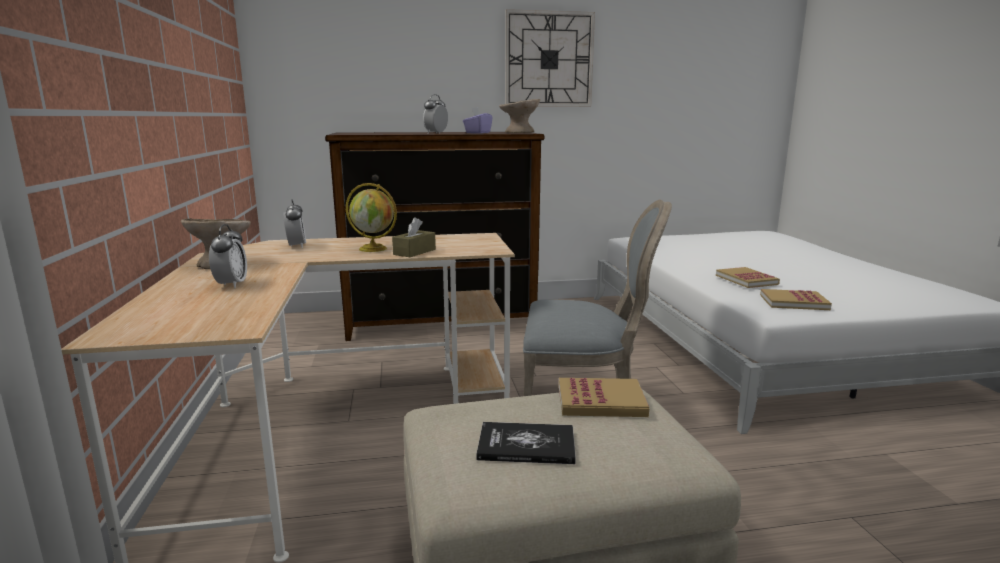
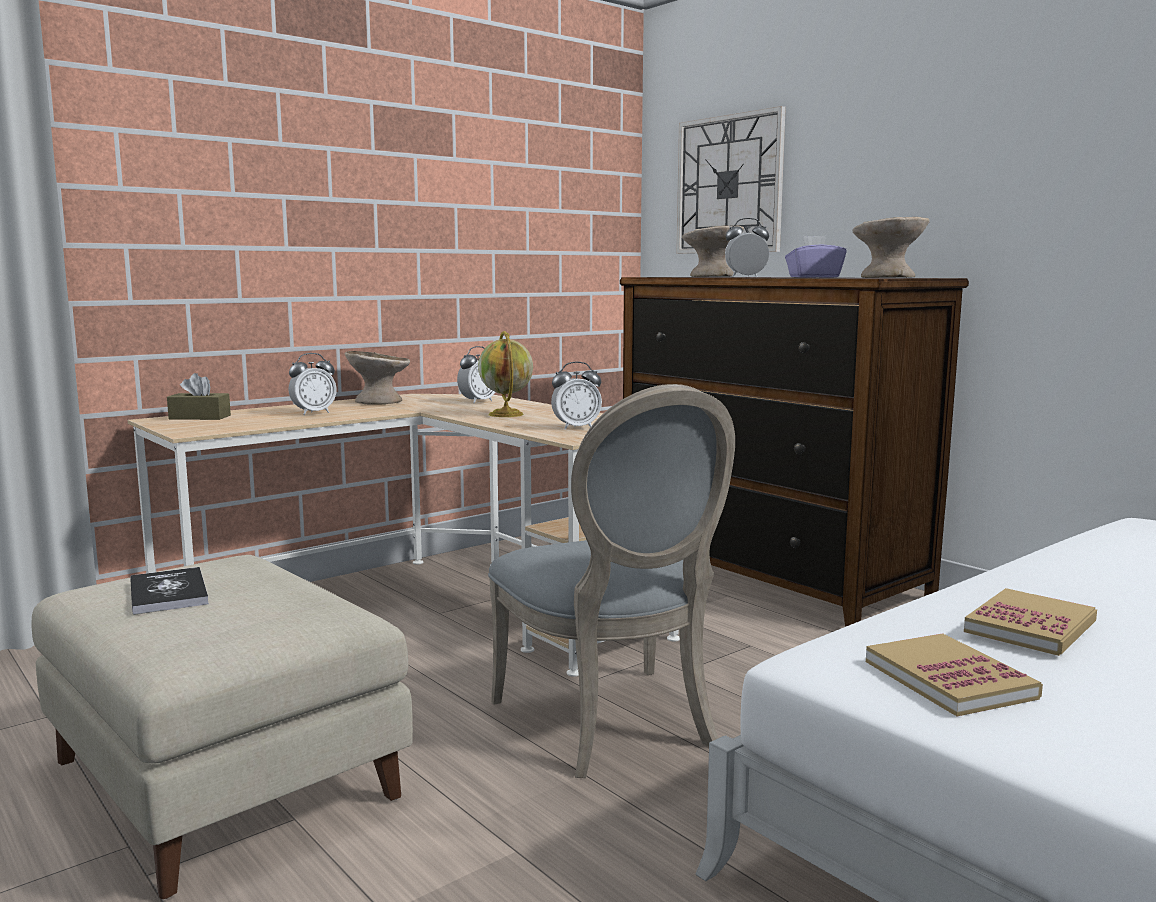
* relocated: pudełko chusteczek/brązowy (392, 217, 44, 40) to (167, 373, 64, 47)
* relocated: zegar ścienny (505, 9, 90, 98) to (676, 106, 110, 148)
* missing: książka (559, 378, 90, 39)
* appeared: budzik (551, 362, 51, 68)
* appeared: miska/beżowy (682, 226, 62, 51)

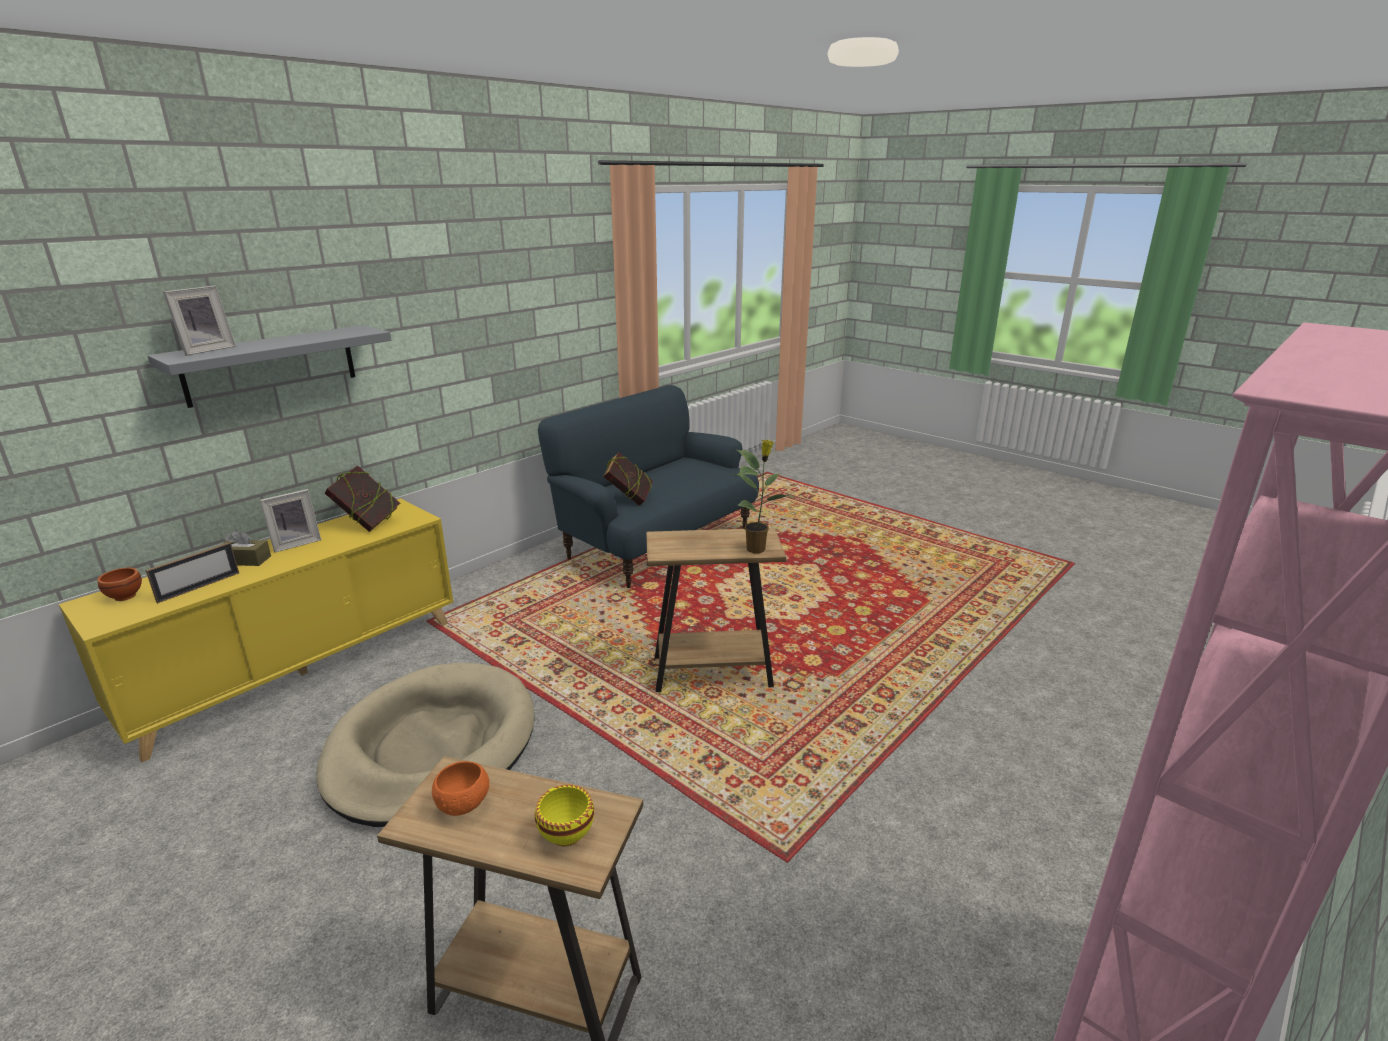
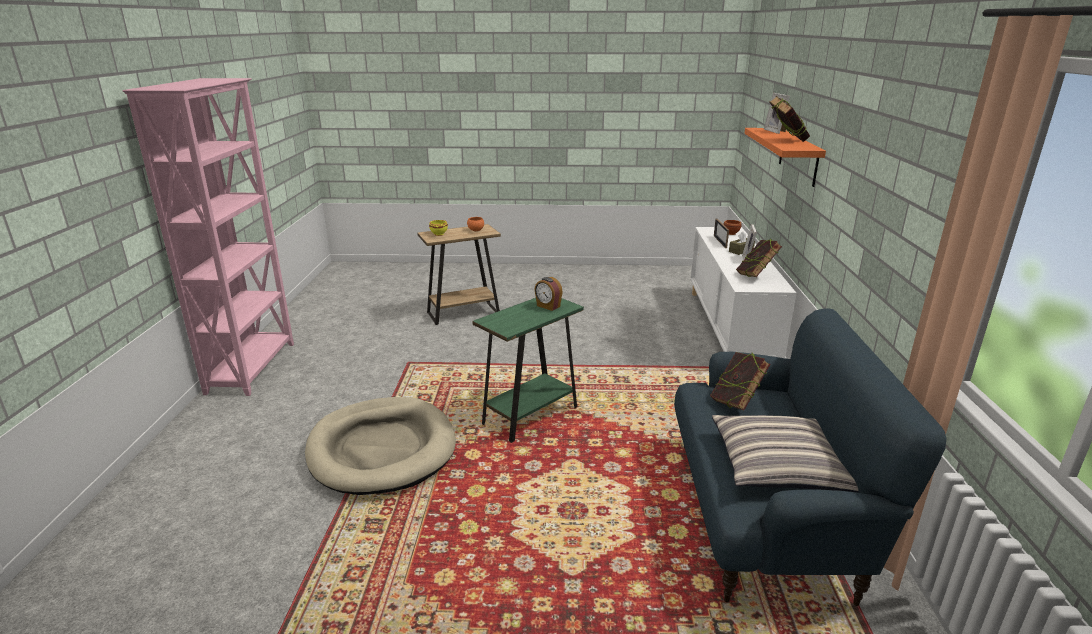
* colour: szafka/żółty (59, 498, 394, 264) to szafka/biały (690, 227, 106, 131)
* colour: półka/szary (147, 325, 244, 83) to półka/pomarańczowy (744, 128, 82, 59)
* relocated: legowisko/beżowy (316, 663, 219, 164) to (305, 397, 151, 98)
* colour: stolik/brązowy (646, 528, 140, 164) to stolik/zielony (472, 298, 112, 145)
* missing: roślina doniczkowa (732, 440, 61, 113)
* appeared: budzik (535, 277, 28, 34)
* appeared: poduszka (712, 415, 146, 77)
* appeared: książka (769, 96, 41, 46)

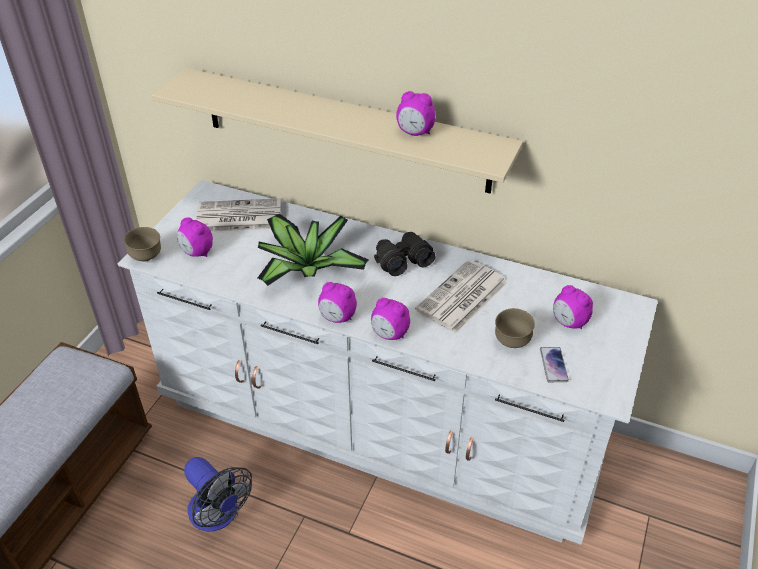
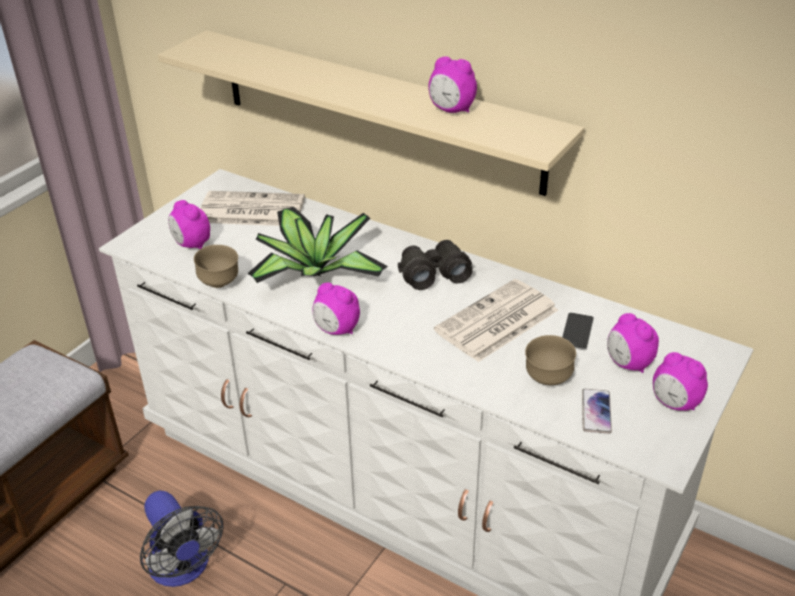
* relocated: miska/brązowy (124, 227, 37, 35) to (194, 245, 44, 43)
* relocated: budzik (371, 298, 39, 42) to (653, 352, 55, 59)
* appeared: telefon (562, 313, 32, 37)

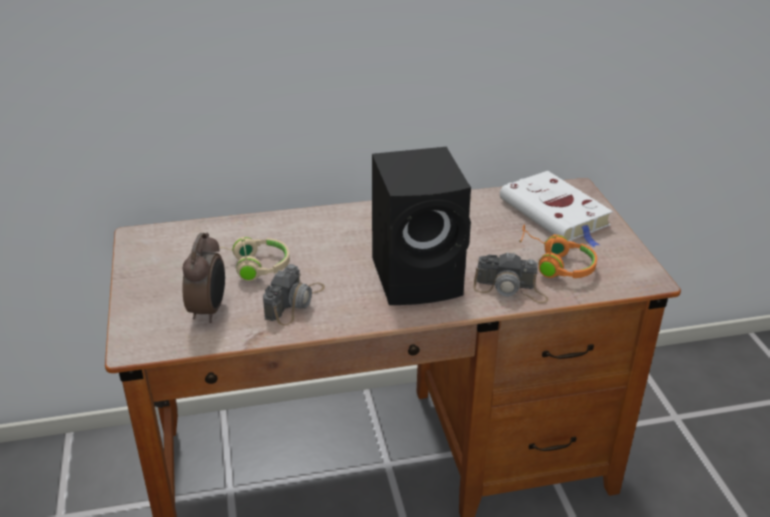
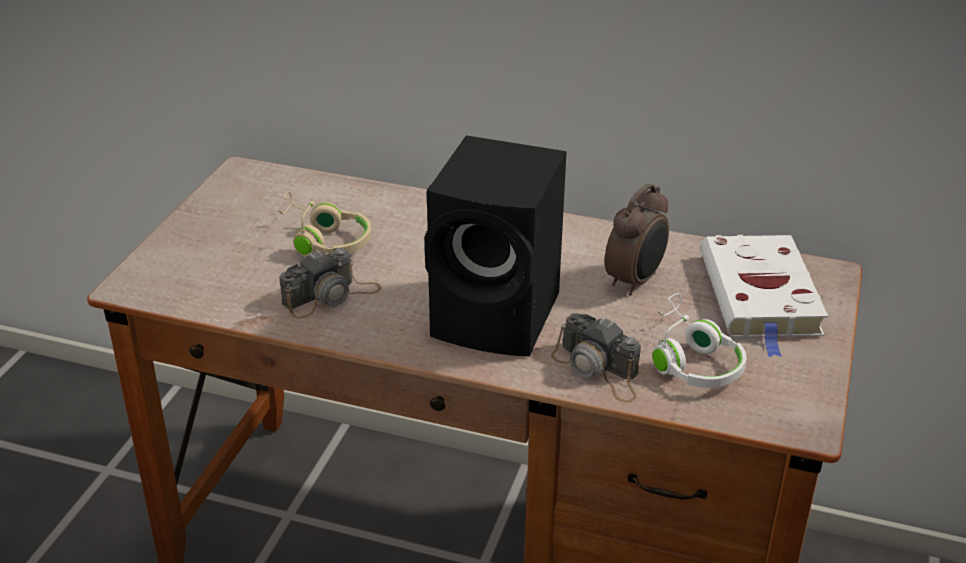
* relocated: budzik (182, 233, 43, 90) to (605, 183, 64, 113)
* colour: słuchawki/pomarańczowy (519, 224, 78, 54) to słuchawki/biały (652, 293, 95, 95)

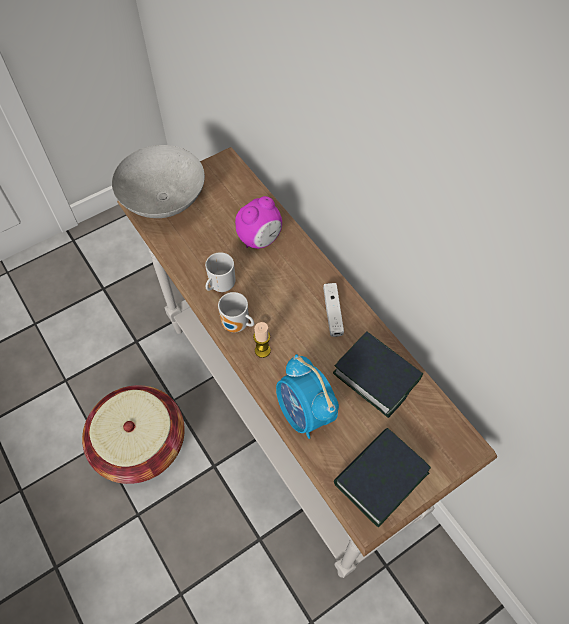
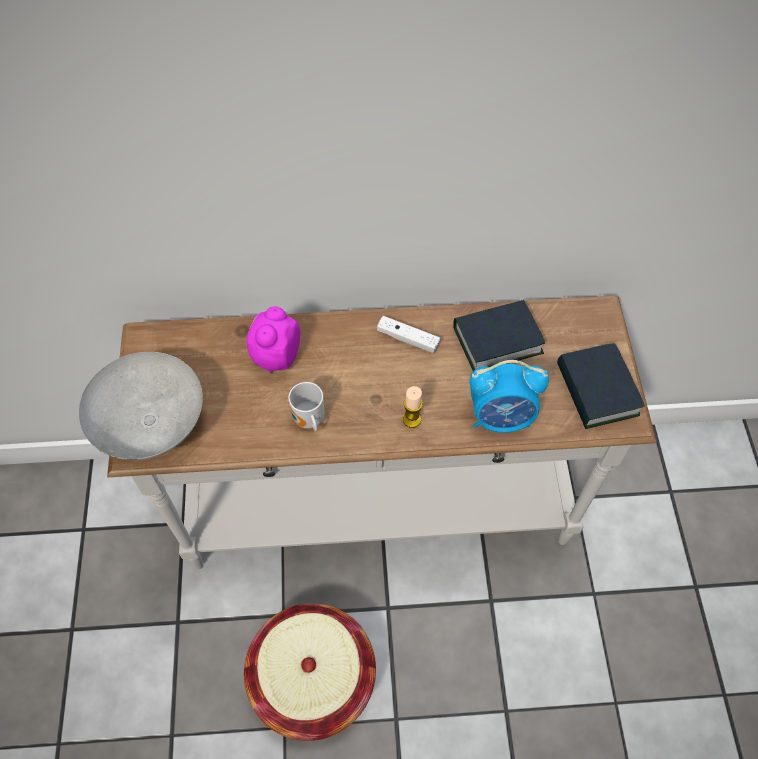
* missing: kubek (218, 292, 36, 41)
* spun: budzik (235, 196, 47, 53) = (246, 306, 54, 68) 150 degrees counterclockwise

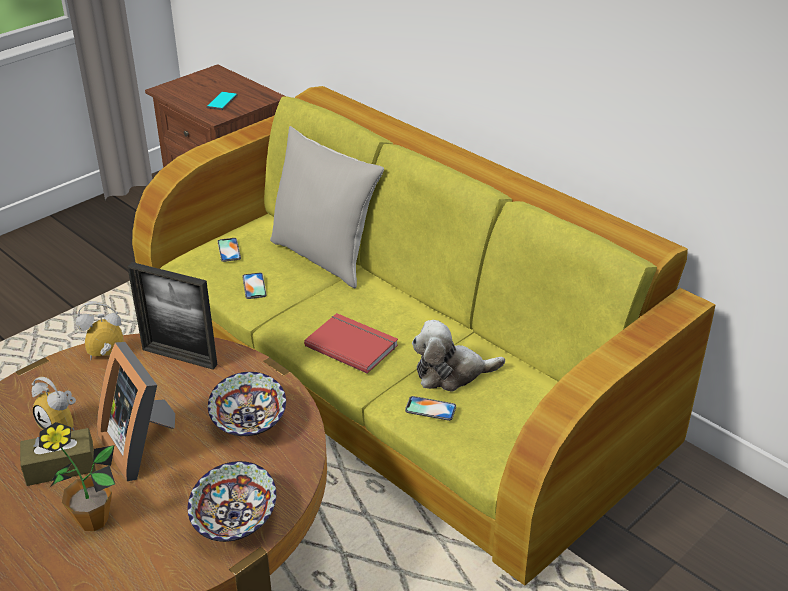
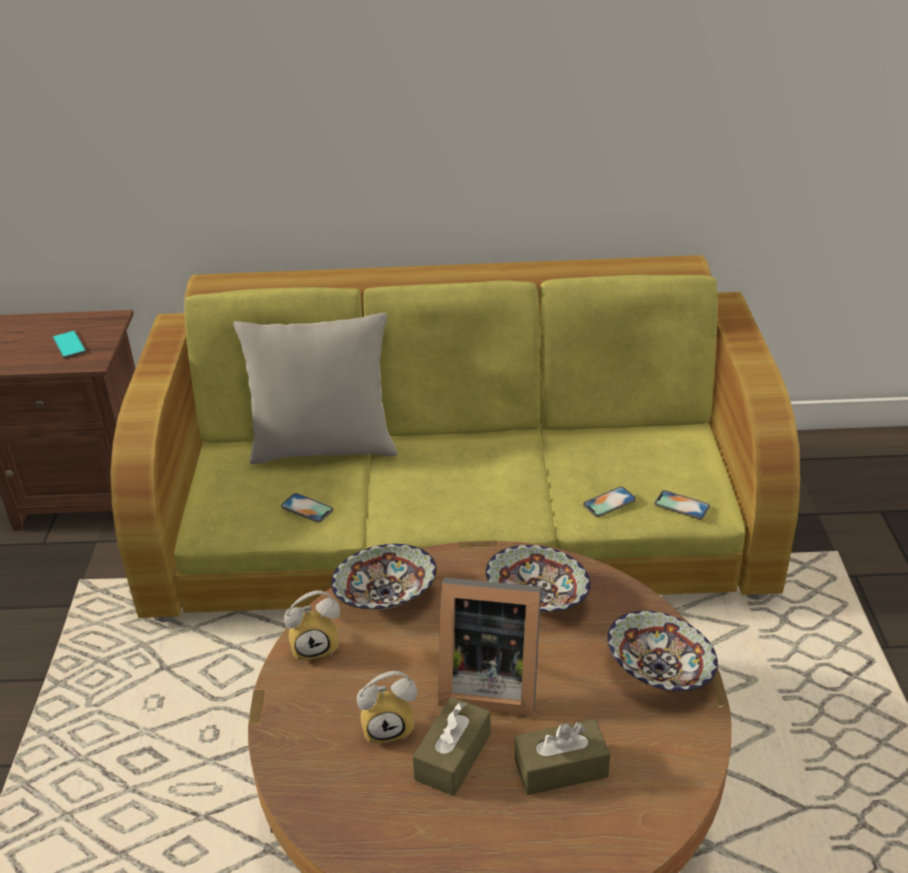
* exchanged: roślina doniczkowa (39, 422, 76, 109) to pudełko chusteczek/brązowy (515, 719, 95, 76)
* spun: budzik (76, 301, 48, 58) = (284, 590, 56, 72) 135 degrees counterclockwise
* exchanged: ramka na zdjęcie (127, 262, 90, 108) to miska (331, 544, 106, 66)
* relocated: telefon (218, 238, 23, 24) to (655, 490, 55, 29)
* missing: książka/czerwony (304, 313, 94, 61)
* missing: pluszak (412, 320, 93, 72)

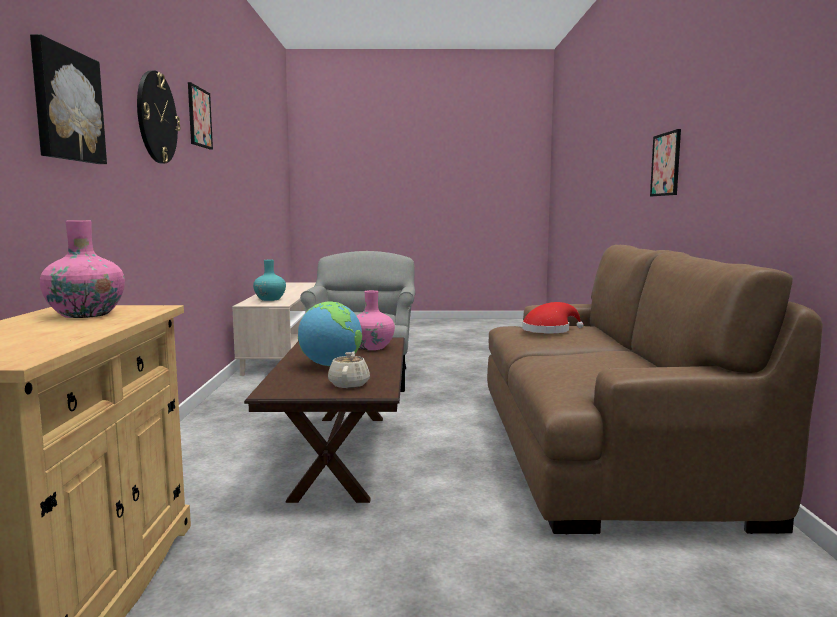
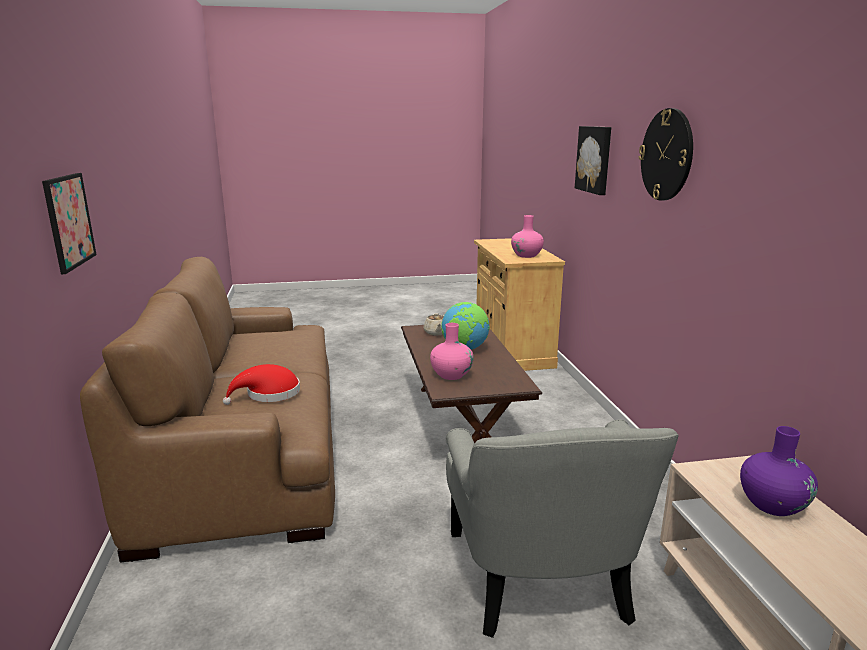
* missing: obraz (188, 82, 25, 68)
* colour: wazon/turkusowy (253, 260, 33, 41) to wazon/fioletowy (740, 426, 78, 90)

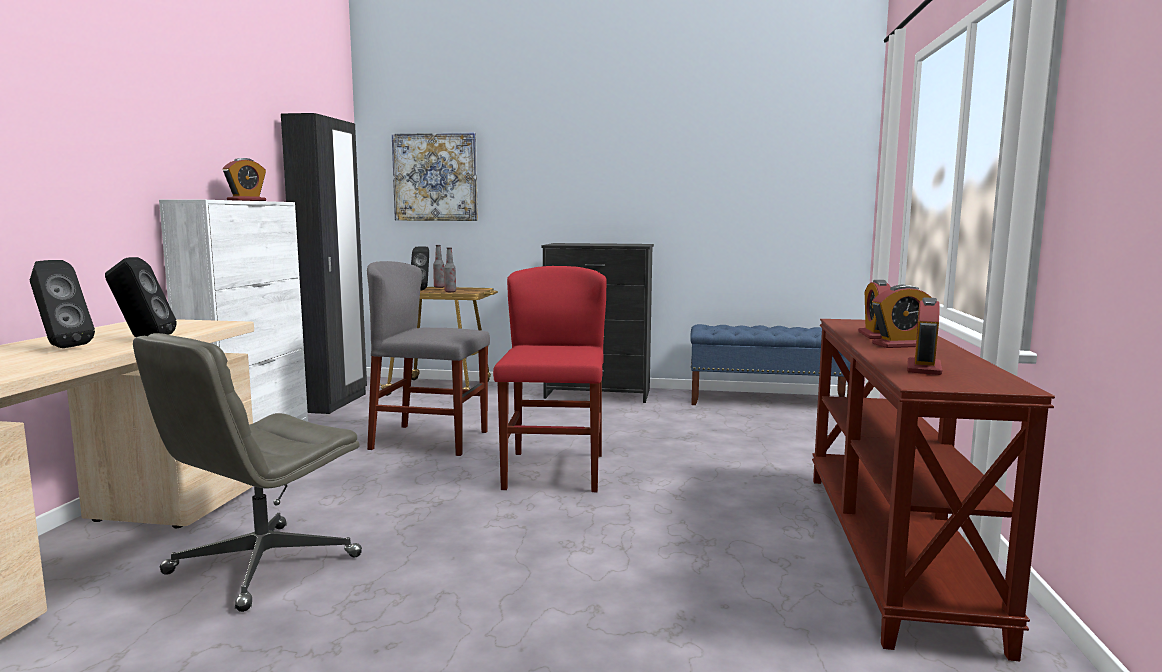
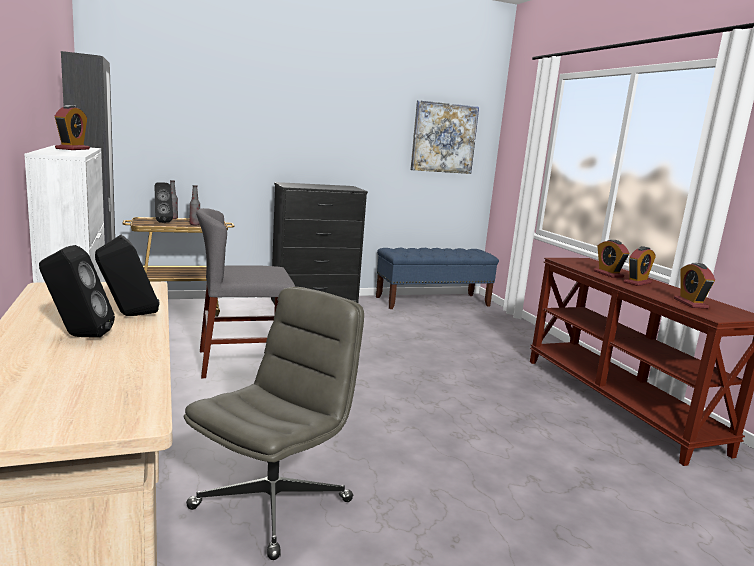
* spun: krzesło biurowe/szary (133, 333, 229, 279) = (184, 287, 180, 273) 150 degrees counterclockwise
* relocated: obraz (392, 133, 86, 88) to (410, 100, 69, 74)
* missing: krzesło/czerwony (493, 266, 114, 226)

